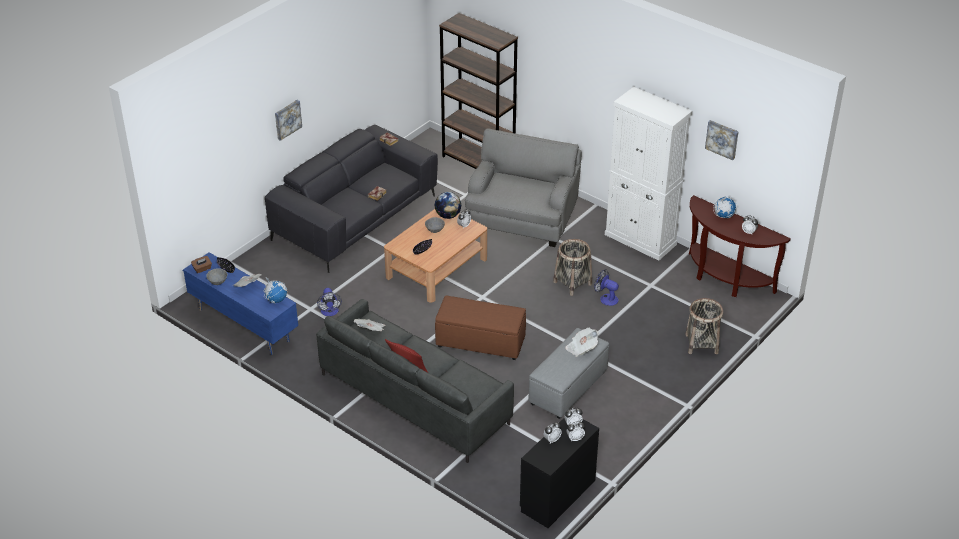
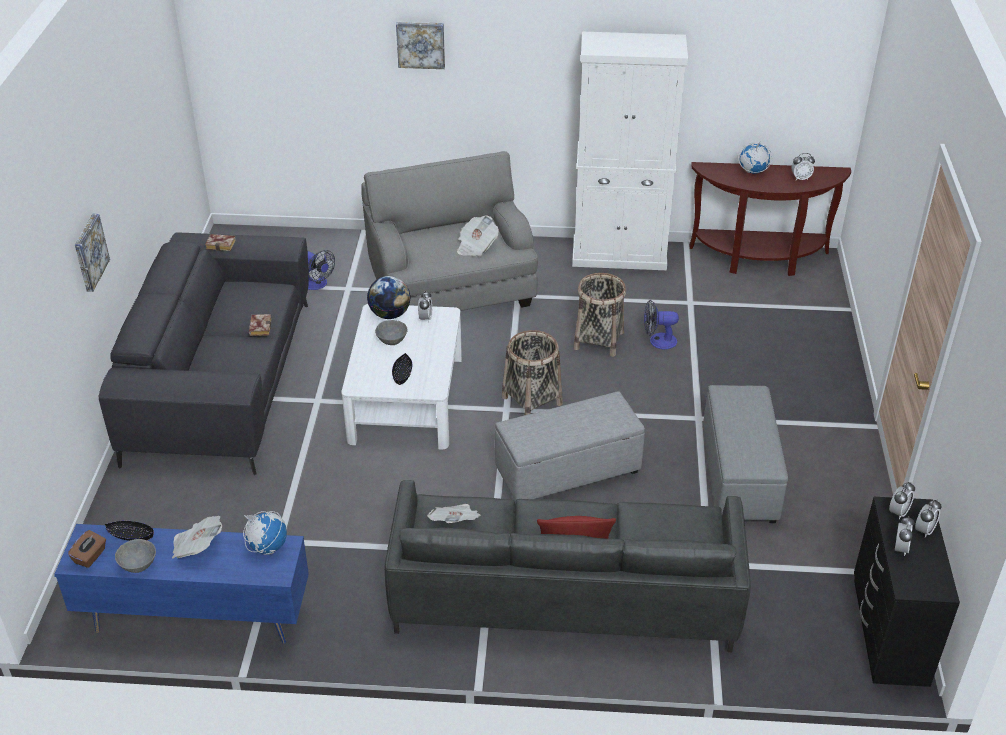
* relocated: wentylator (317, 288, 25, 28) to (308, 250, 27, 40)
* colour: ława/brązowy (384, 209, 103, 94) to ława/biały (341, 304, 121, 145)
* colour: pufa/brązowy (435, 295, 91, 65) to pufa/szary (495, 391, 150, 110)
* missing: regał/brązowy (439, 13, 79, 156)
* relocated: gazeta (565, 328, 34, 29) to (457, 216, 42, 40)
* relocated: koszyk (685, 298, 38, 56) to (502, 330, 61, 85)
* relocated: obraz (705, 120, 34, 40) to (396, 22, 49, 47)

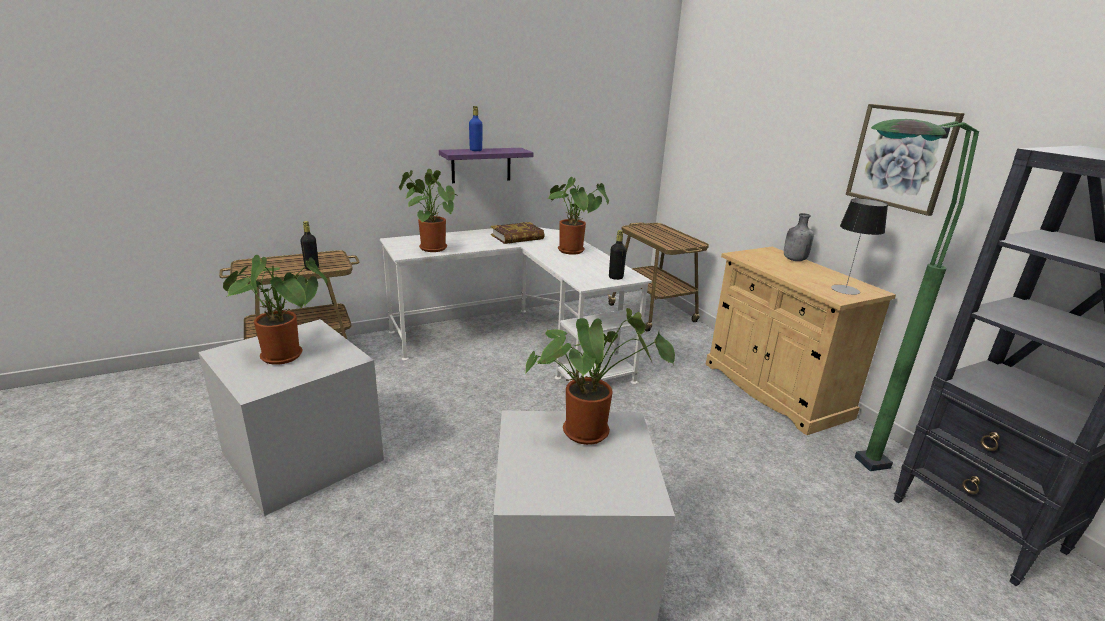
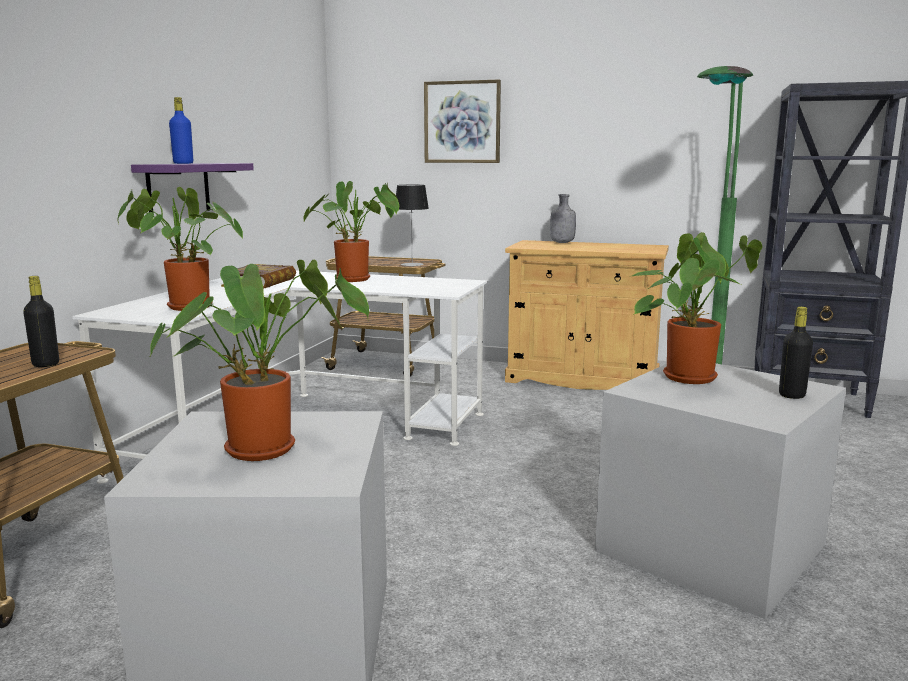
* relocated: butelka/czarny (609, 230, 18, 50) to (779, 307, 34, 92)
* relocated: lampa stołowa (831, 198, 57, 97) to (396, 185, 33, 81)
* relocated: obraz (846, 104, 119, 112) to (424, 79, 77, 84)

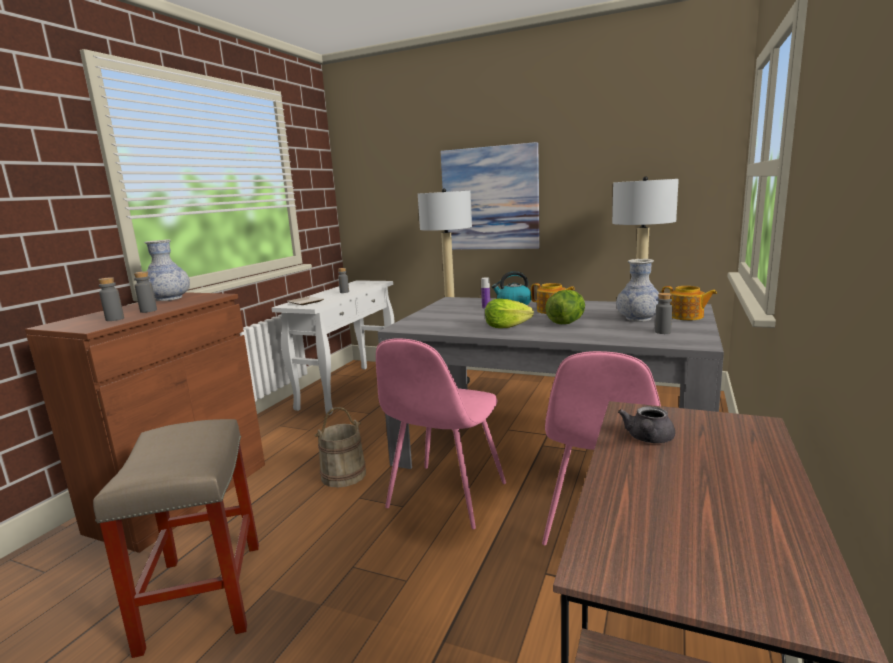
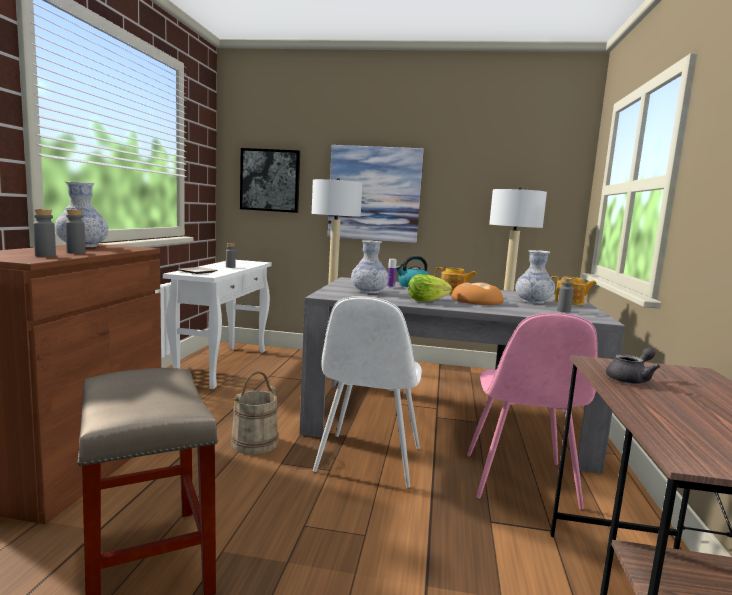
* colour: krzesło/różowy (376, 338, 130, 191) to krzesło/biały (313, 296, 109, 192)
* exchanged: sałata (545, 290, 40, 34) to chleb (451, 282, 52, 23)
* spun: imbryk/szary (618, 406, 57, 37) = (606, 347, 54, 37) 135 degrees counterclockwise
* appeared: obraz (240, 148, 60, 65)
* appeared: wazon (351, 240, 38, 53)

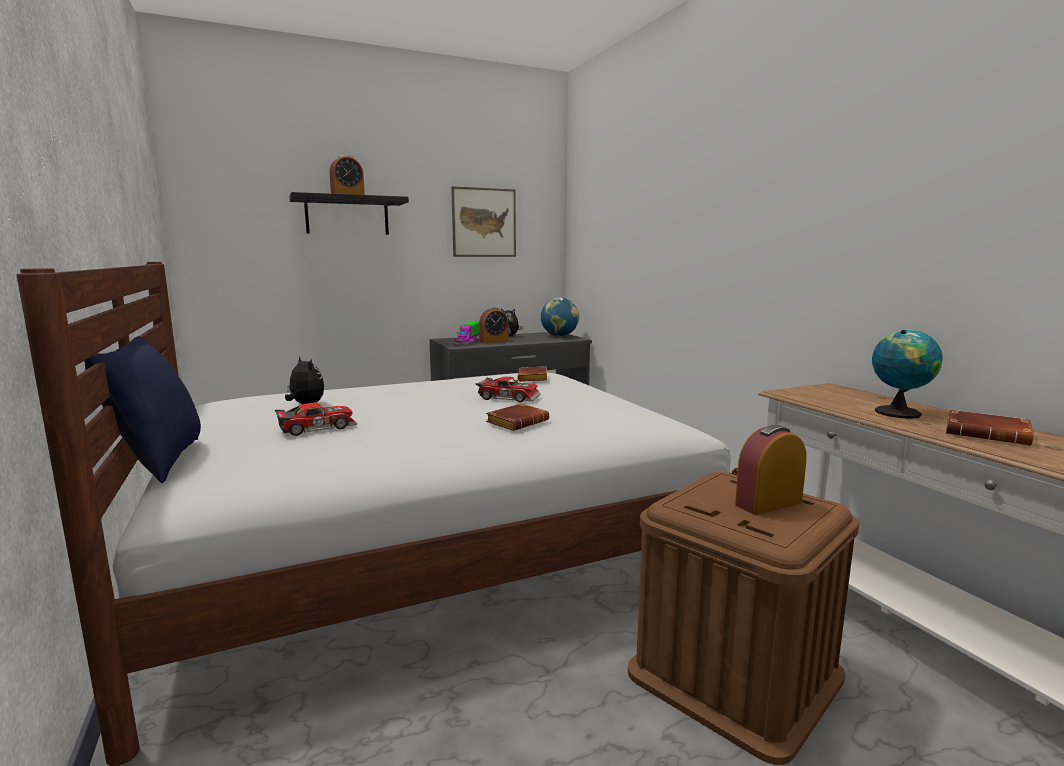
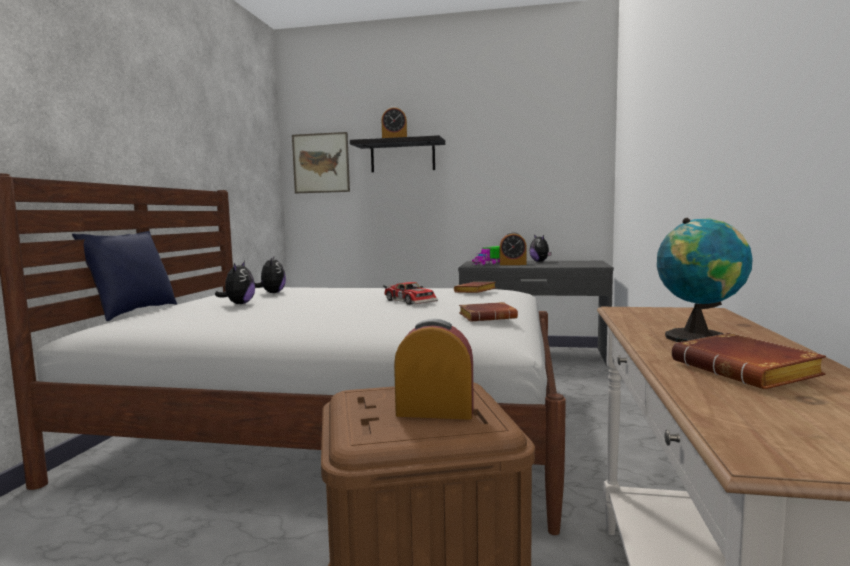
* exchanged: samochodzik (275, 402, 83, 34) to pluszak (215, 261, 40, 43)
* relocated: obraz (451, 186, 65, 71) to (292, 132, 58, 62)
* relocated: książka/brązowy (486, 403, 63, 28) to (459, 302, 59, 20)
* missing: globus (541, 298, 38, 38)

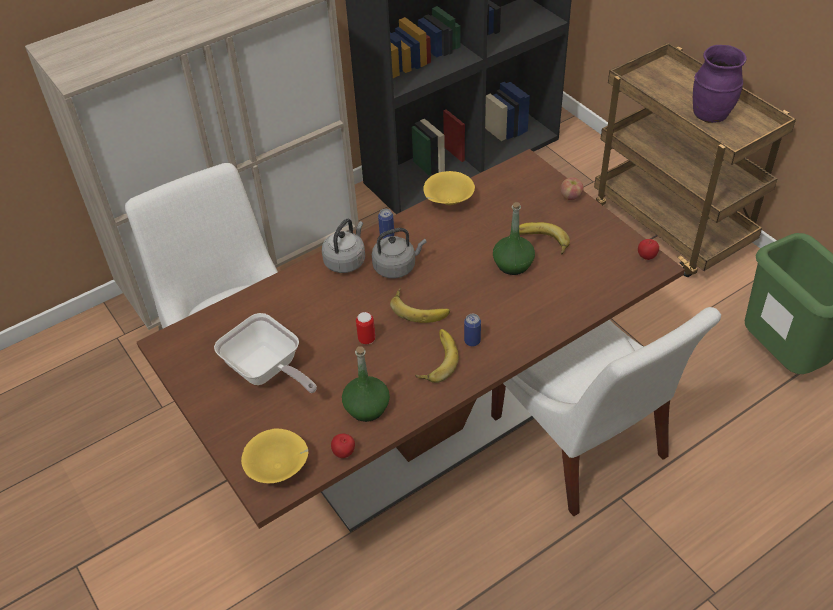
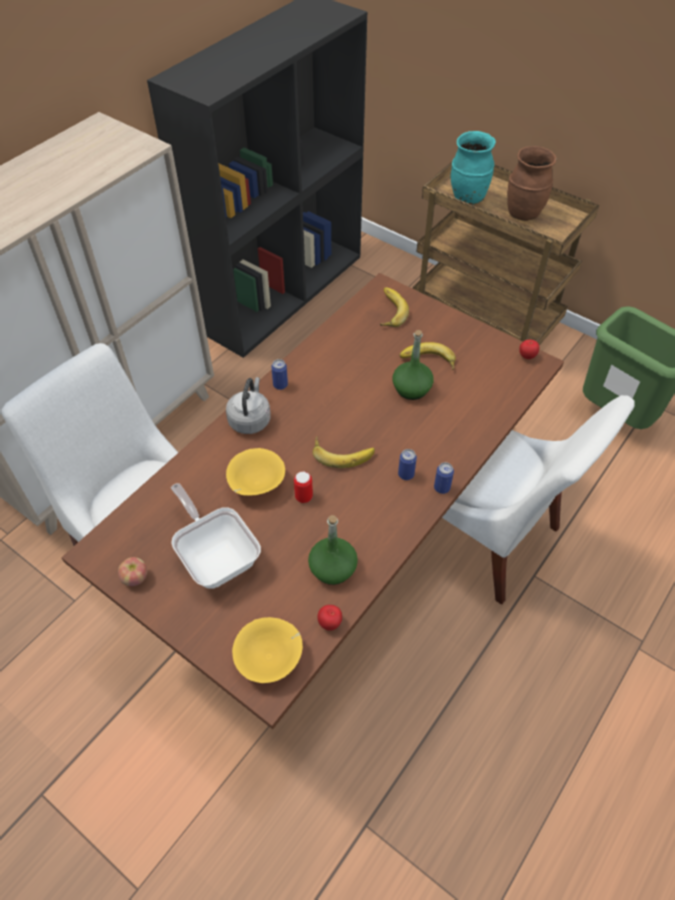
* spun: patelnia (214, 313, 103, 80) = (171, 483, 90, 106) 150 degrees counterclockwise
* missing: czajnik/szary (372, 228, 55, 50)
* relocated: banan (415, 329, 44, 54) to (380, 287, 29, 40)
* relocated: miska/żółty (423, 171, 52, 34) to (226, 448, 59, 48)
* relocated: jabłko (561, 177, 23, 23) to (118, 557, 29, 29)
* colour: wazon/fioletowy (693, 45, 54, 78) to wazon/brązowy (507, 146, 50, 75)
* appeared: puszka (434, 462, 20, 32)
* appeared: wazon/turkusowy (450, 131, 46, 74)

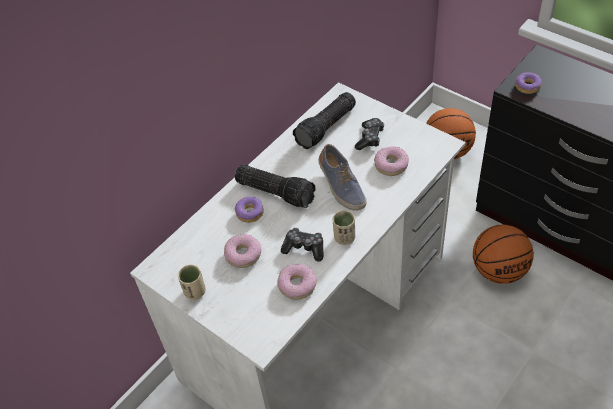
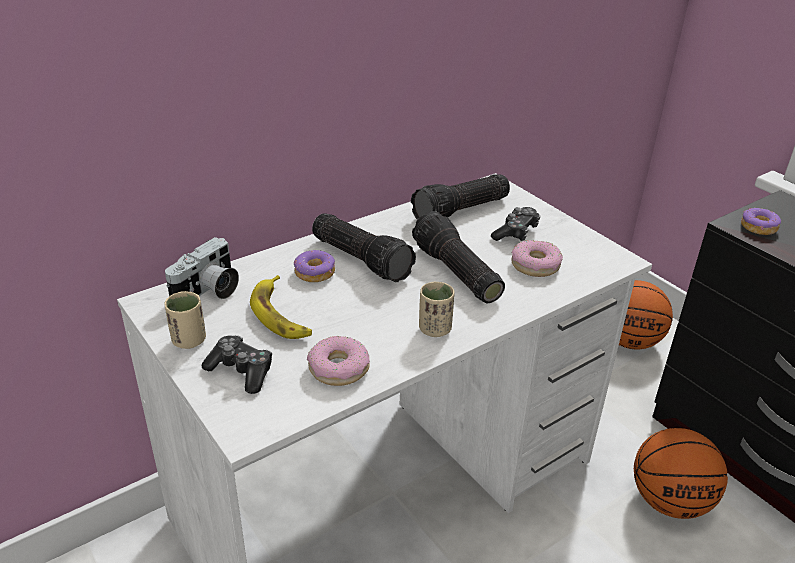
* exchanged: donut (224, 234, 37, 34) to banan (250, 275, 62, 64)
* relocated: pad do gier (281, 228, 42, 34) to (202, 335, 70, 59)
* exchanged: but (318, 144, 49, 67) to latarka (412, 211, 93, 92)
* appeared: aparat fotograficzny (165, 237, 74, 62)

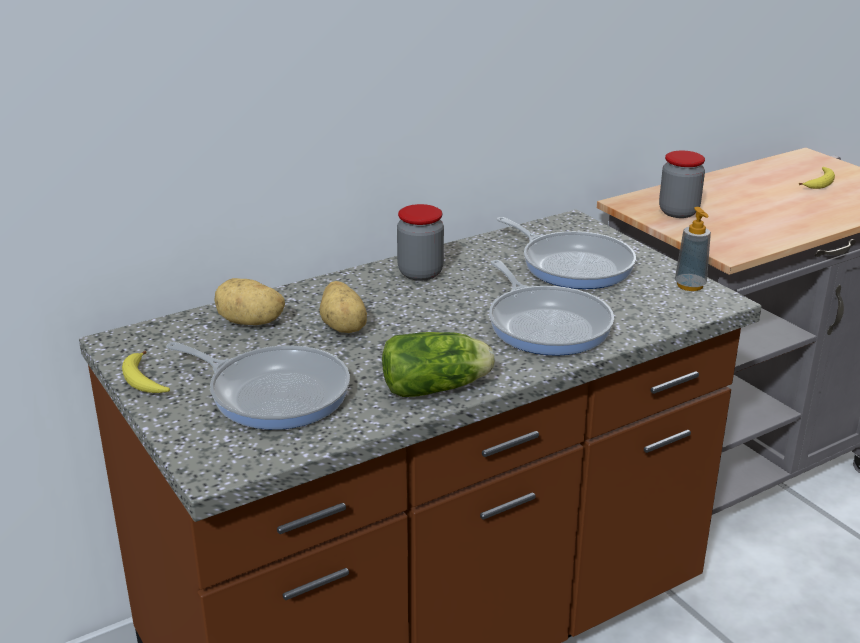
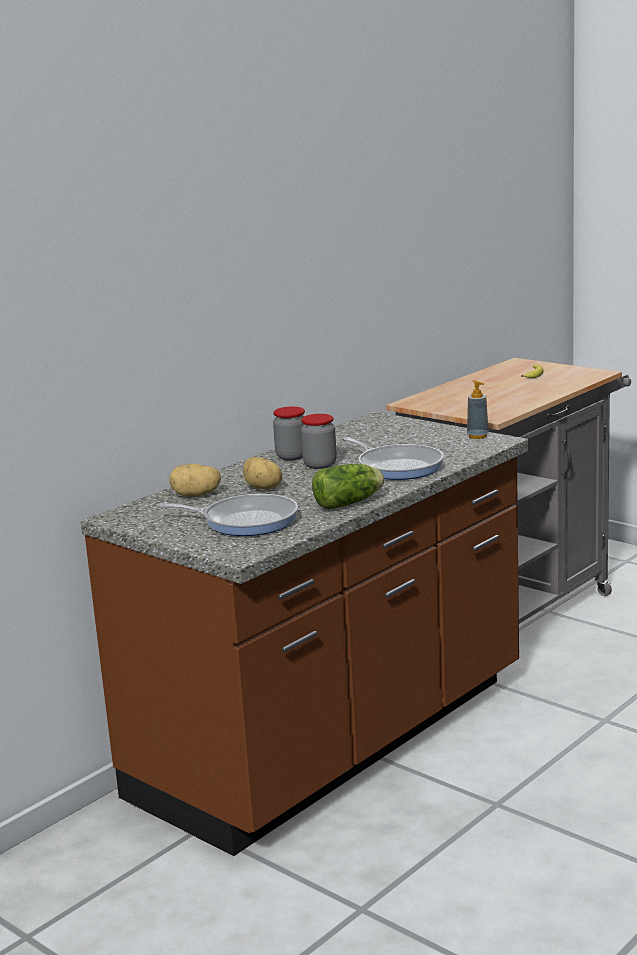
* missing: banan (122, 351, 48, 42)
* missing: patelnia (496, 217, 140, 72)
* relocated: słoik (659, 151, 46, 67) to (301, 414, 36, 55)

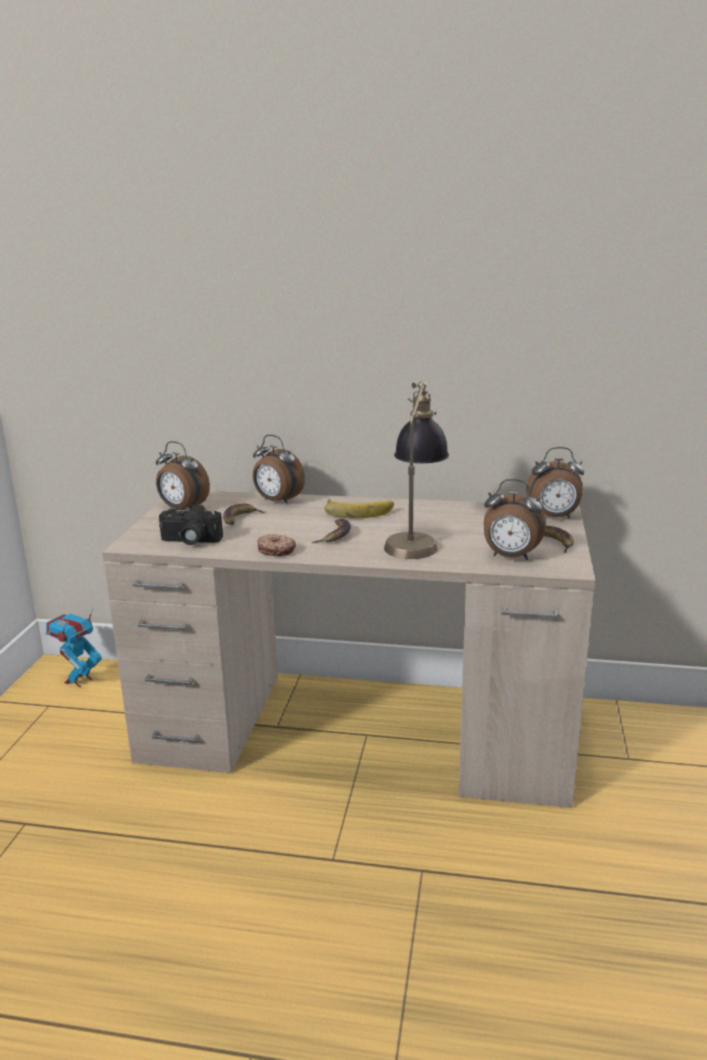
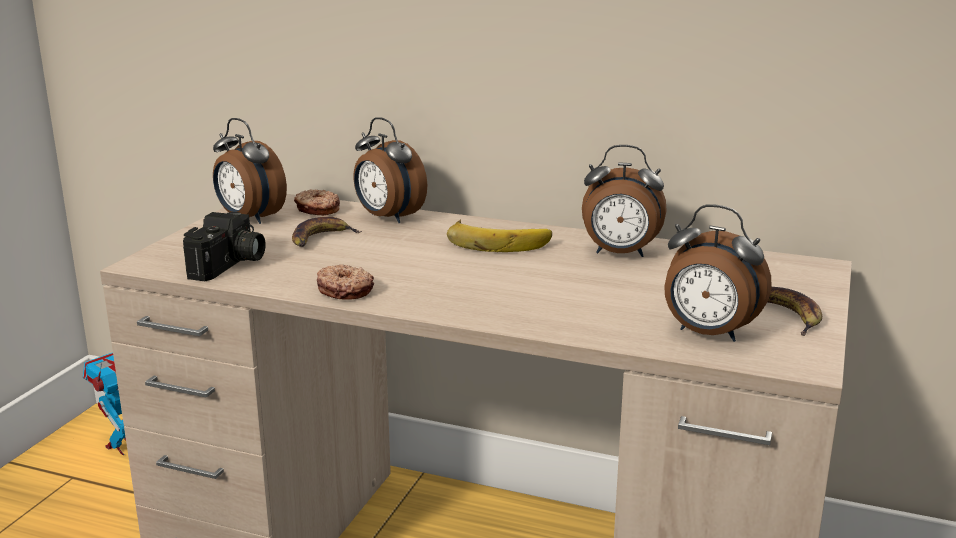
* spun: aparat fotograficzny (159, 505, 64, 40) = (183, 212, 83, 69) 90 degrees counterclockwise
* missing: banan (312, 518, 39, 25)
* missing: lampa stołowa (384, 381, 65, 178)
* relocated: budzik (526, 447, 58, 72) to (582, 145, 85, 112)
* appeared: donut (294, 189, 46, 27)

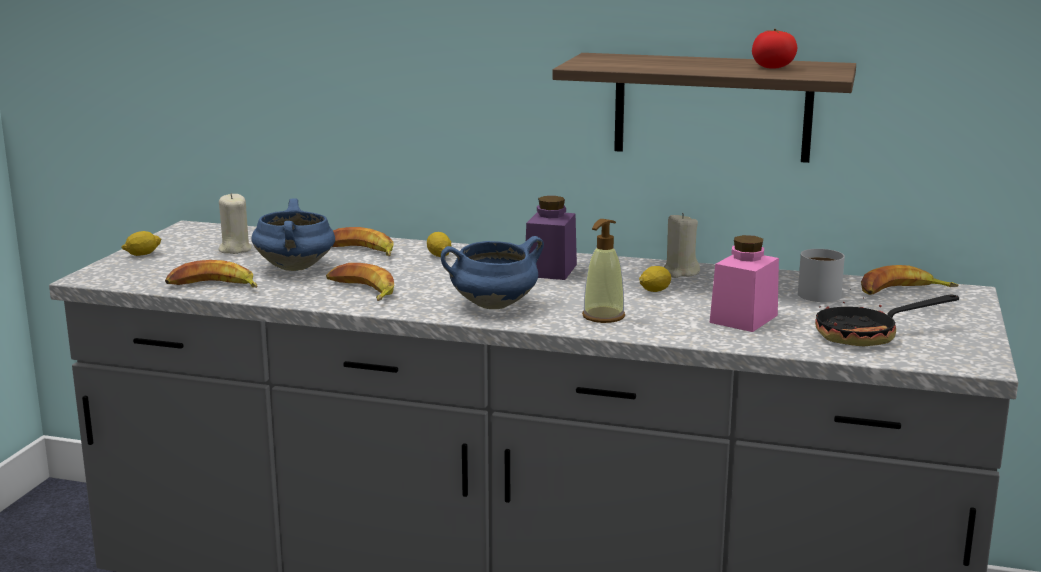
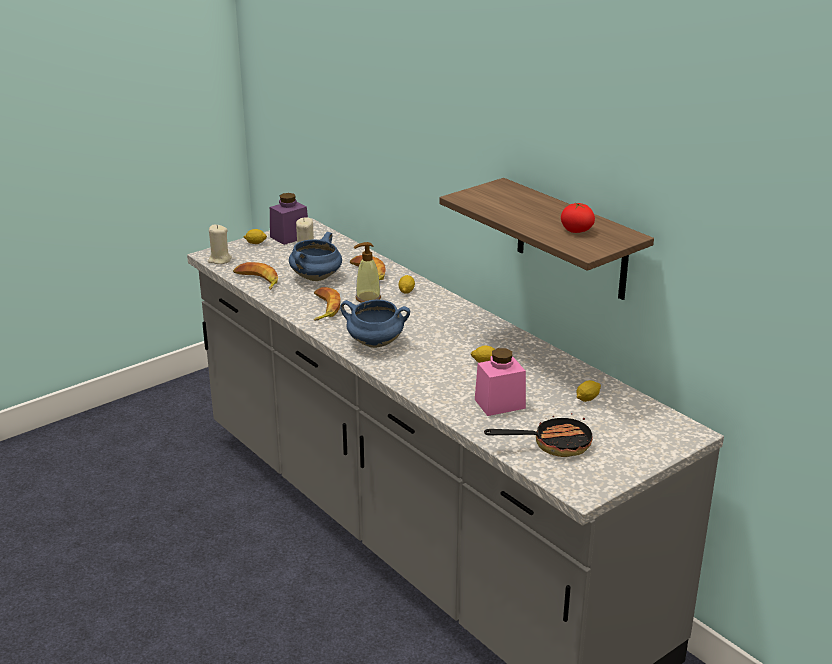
* relocated: słoik/fioletowy (526, 196, 51, 84) to (270, 193, 38, 52)
* relocated: dozownik mydła (582, 219, 43, 104) to (354, 242, 27, 61)
* relocated: świeca/beżowy (664, 213, 36, 65) to (208, 224, 24, 40)
* exchanged: kubek/biały (798, 249, 47, 53) to cytryna (576, 380, 25, 22)
* spun: patelnia (815, 289, 144, 57) = (484, 413, 109, 44) 150 degrees clockwise
* missing: banan (861, 265, 98, 30)

